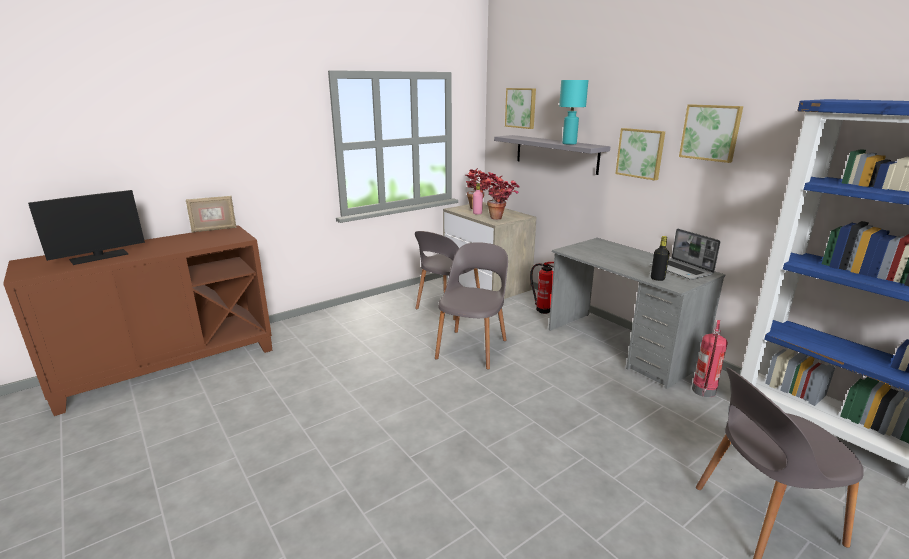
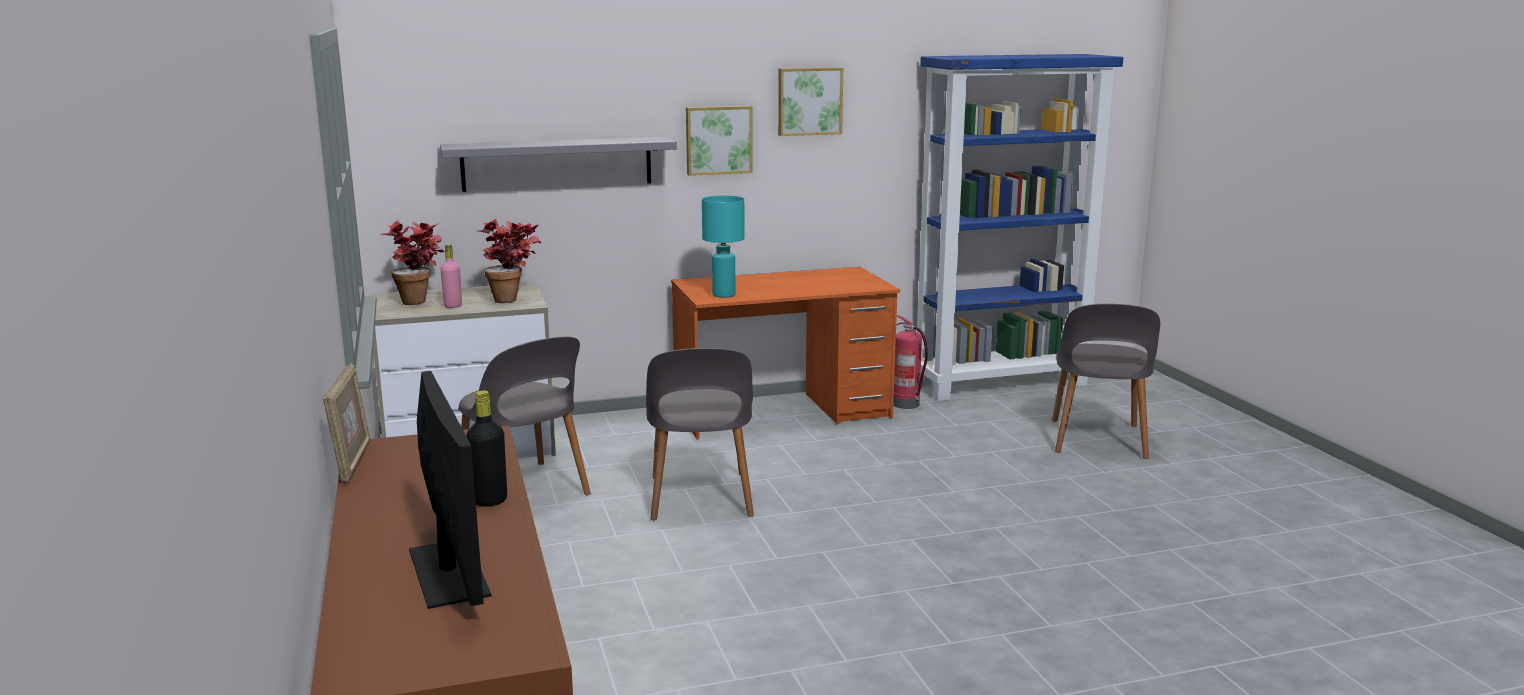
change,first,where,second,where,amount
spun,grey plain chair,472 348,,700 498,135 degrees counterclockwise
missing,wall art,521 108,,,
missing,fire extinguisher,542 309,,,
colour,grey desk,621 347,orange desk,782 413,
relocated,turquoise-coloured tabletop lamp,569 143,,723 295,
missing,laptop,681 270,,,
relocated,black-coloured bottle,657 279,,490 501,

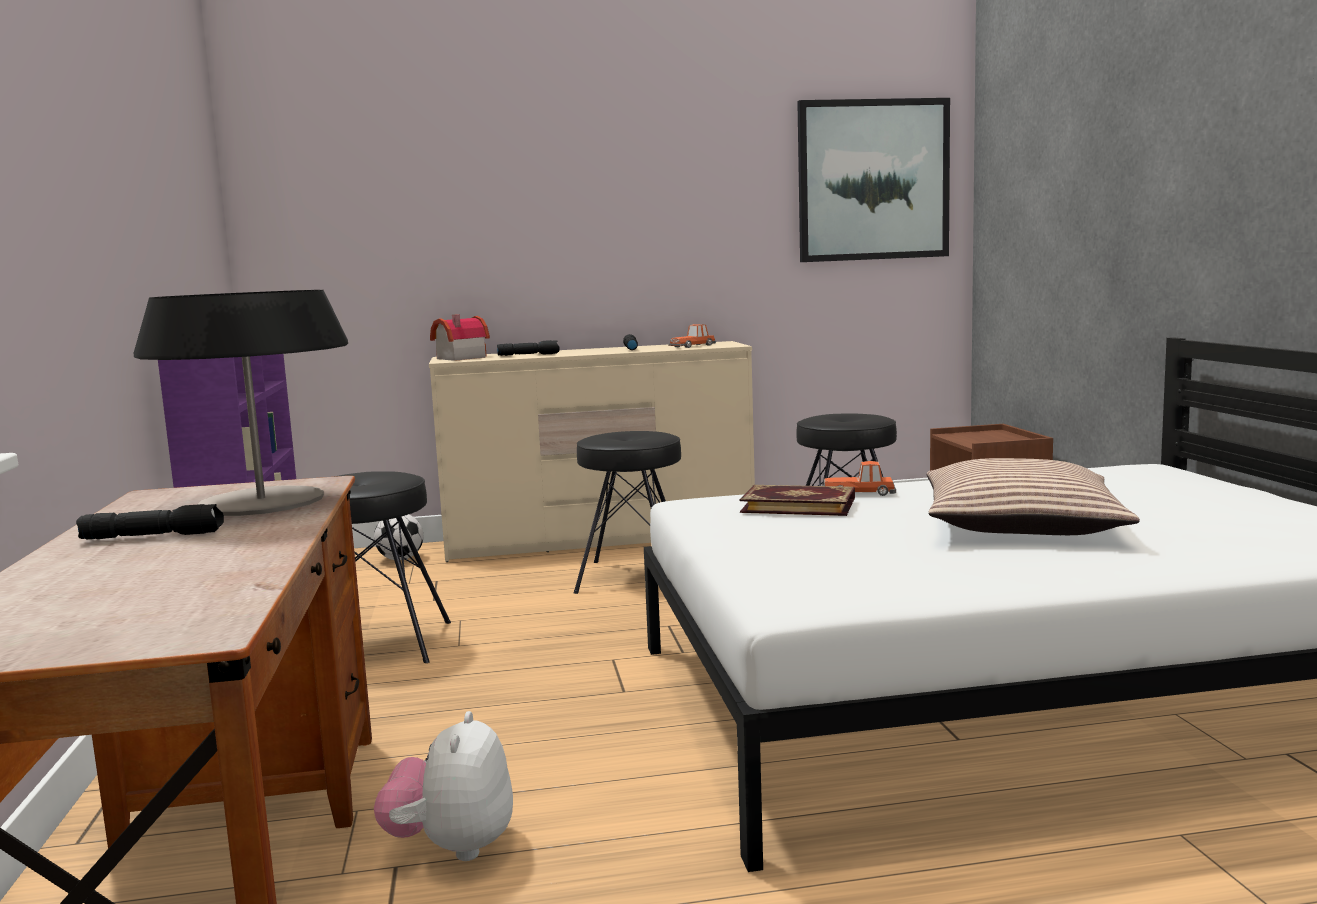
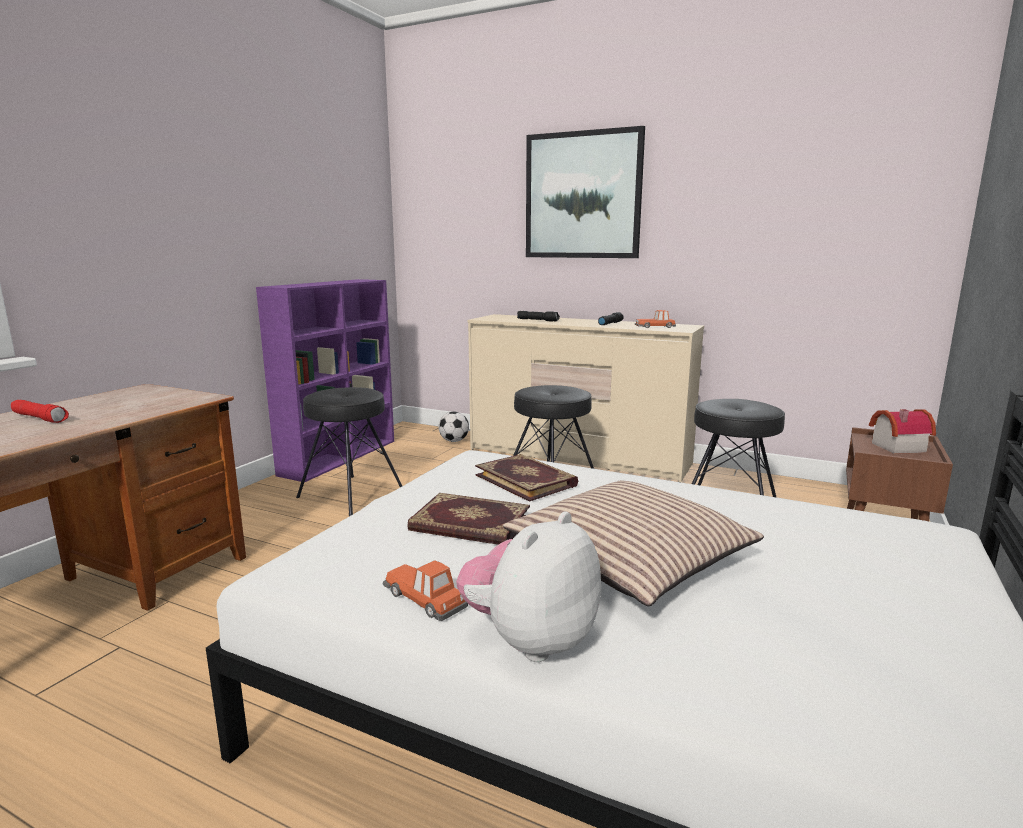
change,first,where,second,where,amount
colour,black-coloured flashlight,154 536,red flashlight,41 418,
missing,tabletop lamp,262 501,,,
relocated,soft toy,452 847,,530 640,
relocated,toy house,458 358,,895 446,
relocated,wall art,873 180,,582 196,
relocated,miniature car,859 493,,425 599,
appeared,,,bound book,469 525,

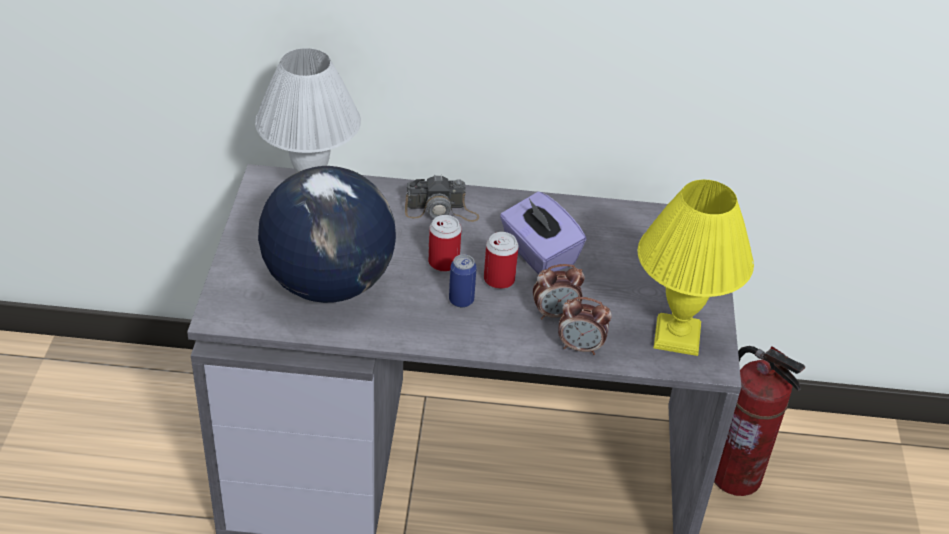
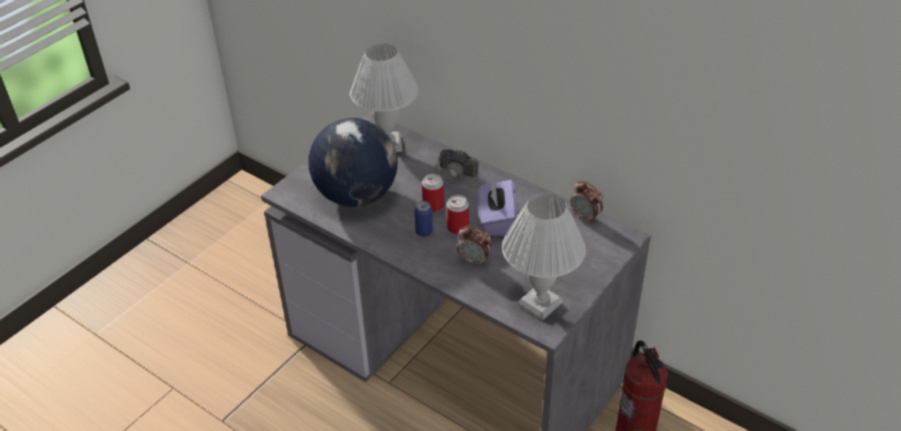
change,first,where,second,where,amount
relocated,table clock,580 347,,585 216,
colour,yellow tabletop lamp,678 337,white-coloured tabletop lamp,540 304,

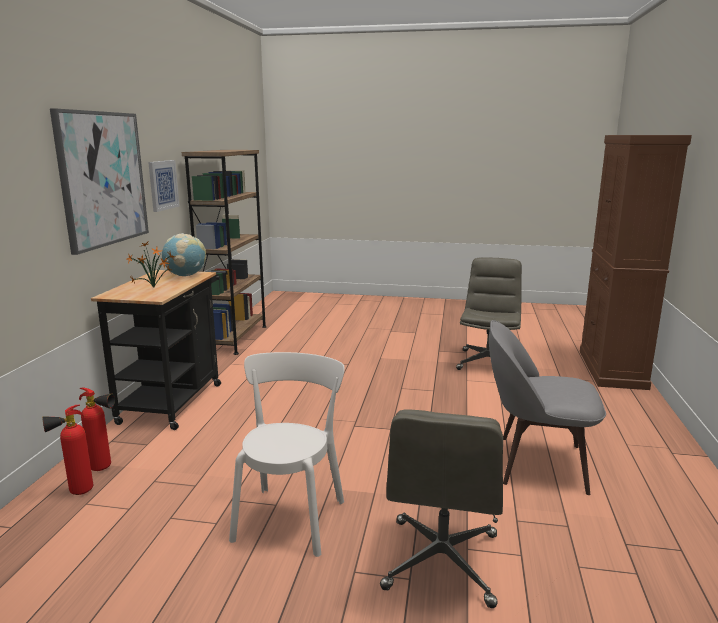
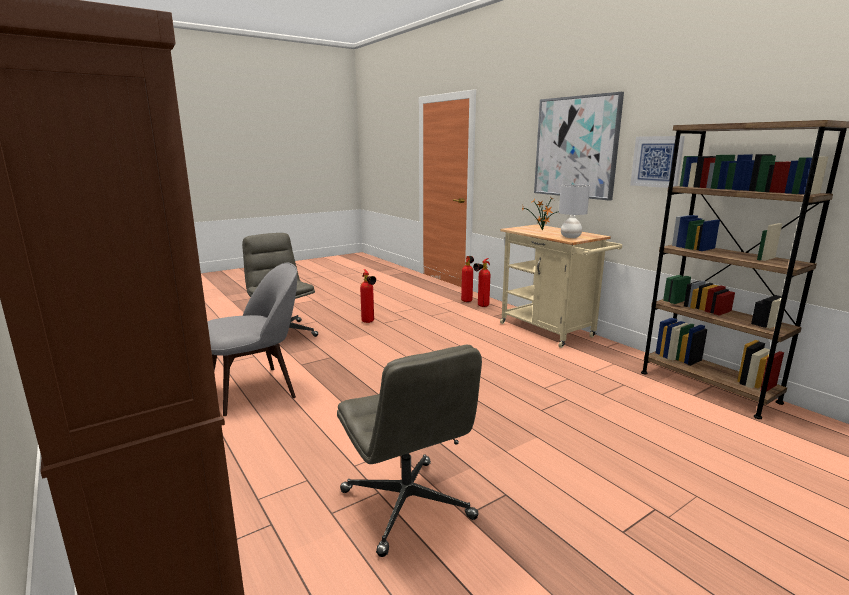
change,first,where,second,where,amount
colour,black-coloured wheeled cart,174 400,beige wheeled cart,551 332,
exchanged,world globe,185 275,grey tabletop lamp,570 237,
exchanged,white-coloured plain chair,291 516,fire extinguisher,369 322,

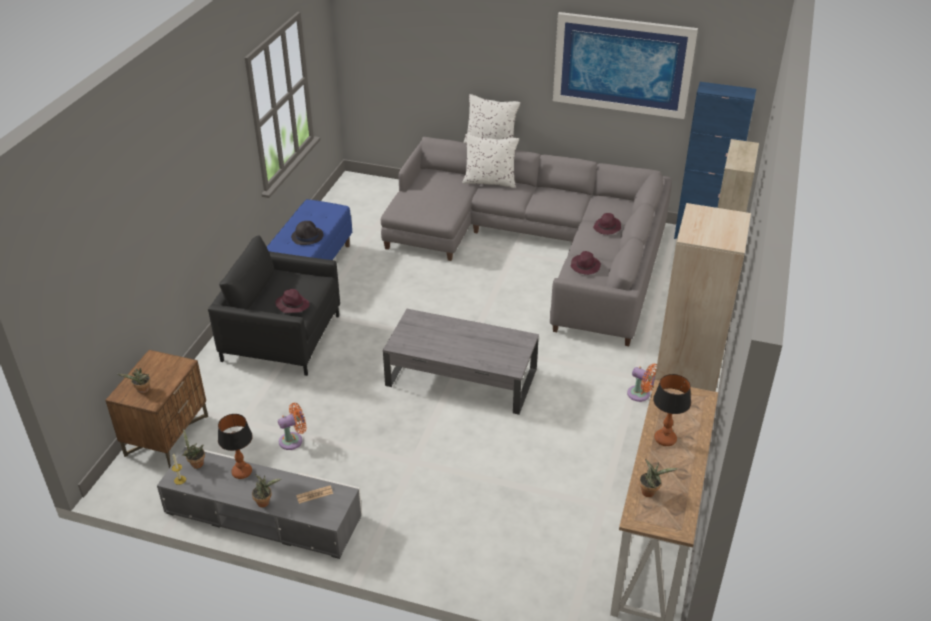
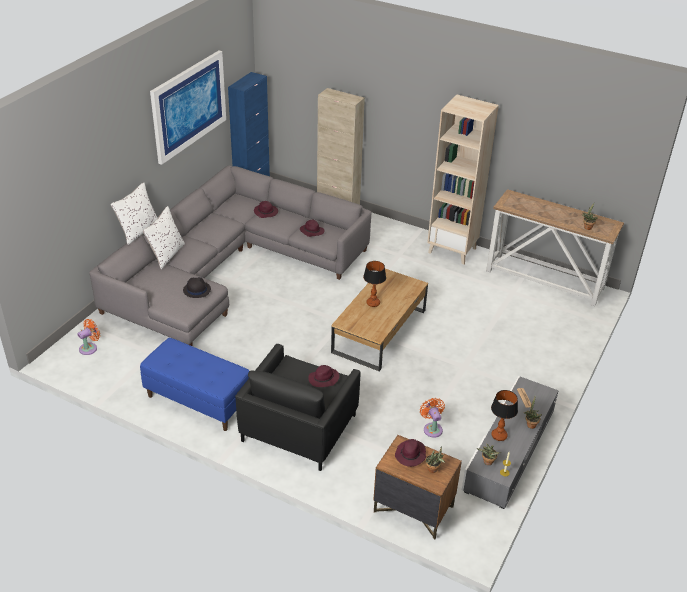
change,first,where,second,where,amount
relocated,black-coloured hat,307 236,,196 290,
colour,grey lounge table,462 377,brownish lounge table,379 330,
relocated,orange fan,640 395,,90 348,
relocated,tabletop lamp,665 439,,372 303,
appeared,,,purple-coloured hat,410 455,

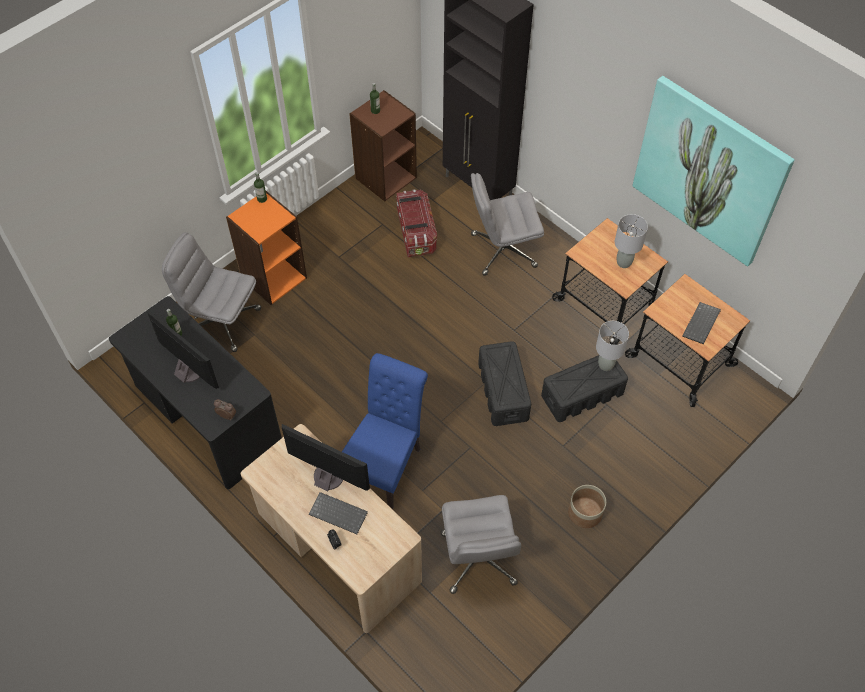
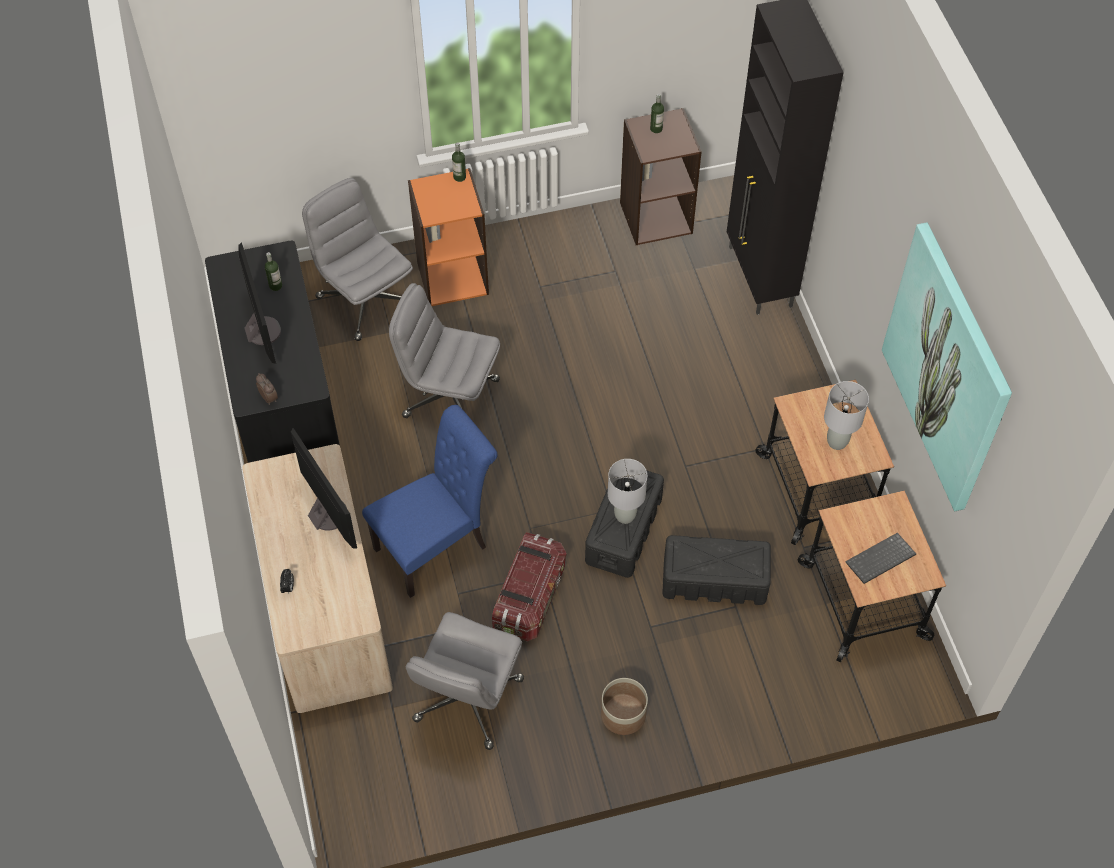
change,first,where,second,where,amount
missing,computer keyboard,339 513,,,
relocated,storage box,416 232,,530 597,
relocated,grey desk chair,502 251,,449 398,
relocated,grey tabletop lamp,605 365,,624 516,

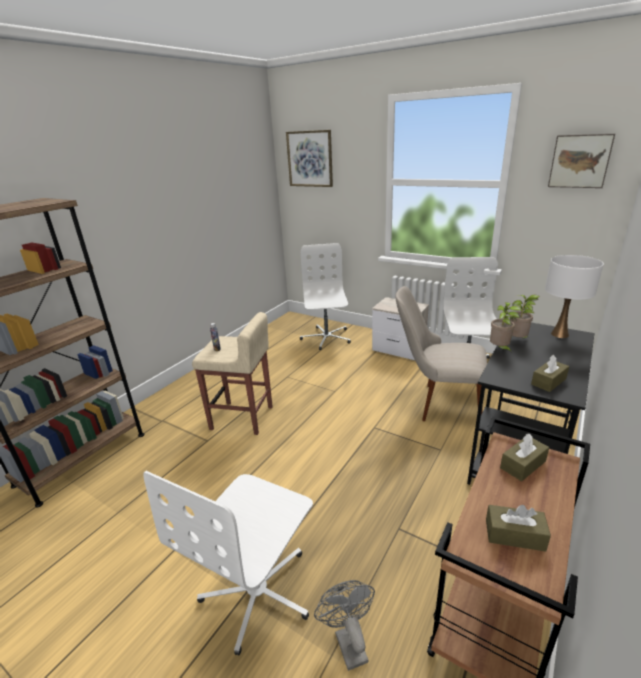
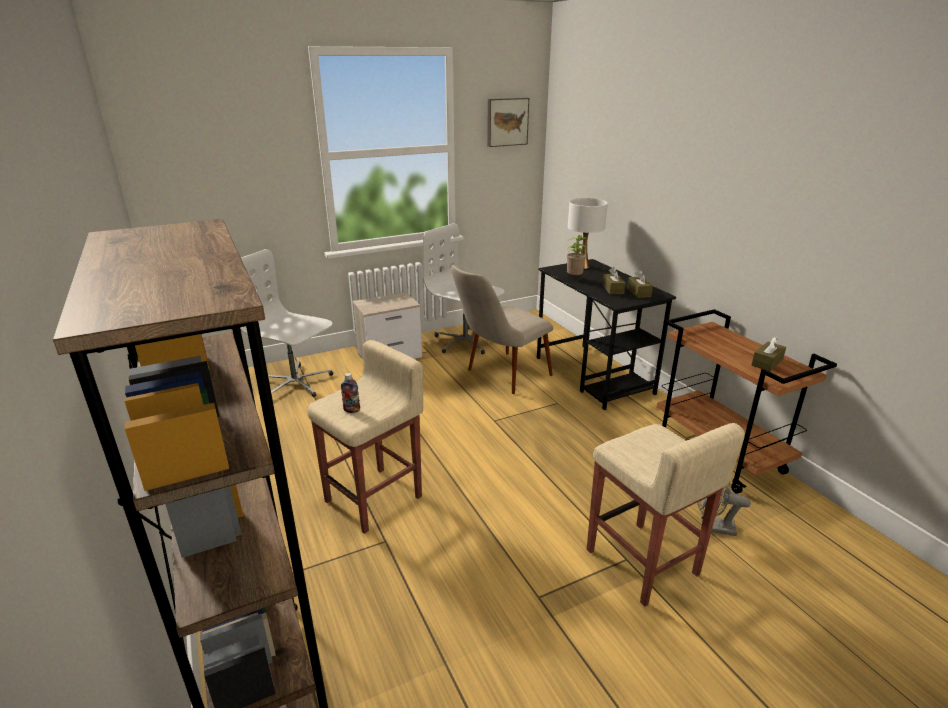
change,first,where,second,where,amount
exchanged,white-coloured desk chair,258 591,beige stool,642 563,
missing,wall art,310 159,,,
missing,plant in a pot,500 349,,,
relocated,brownish tissue box,523 464,,613 289,

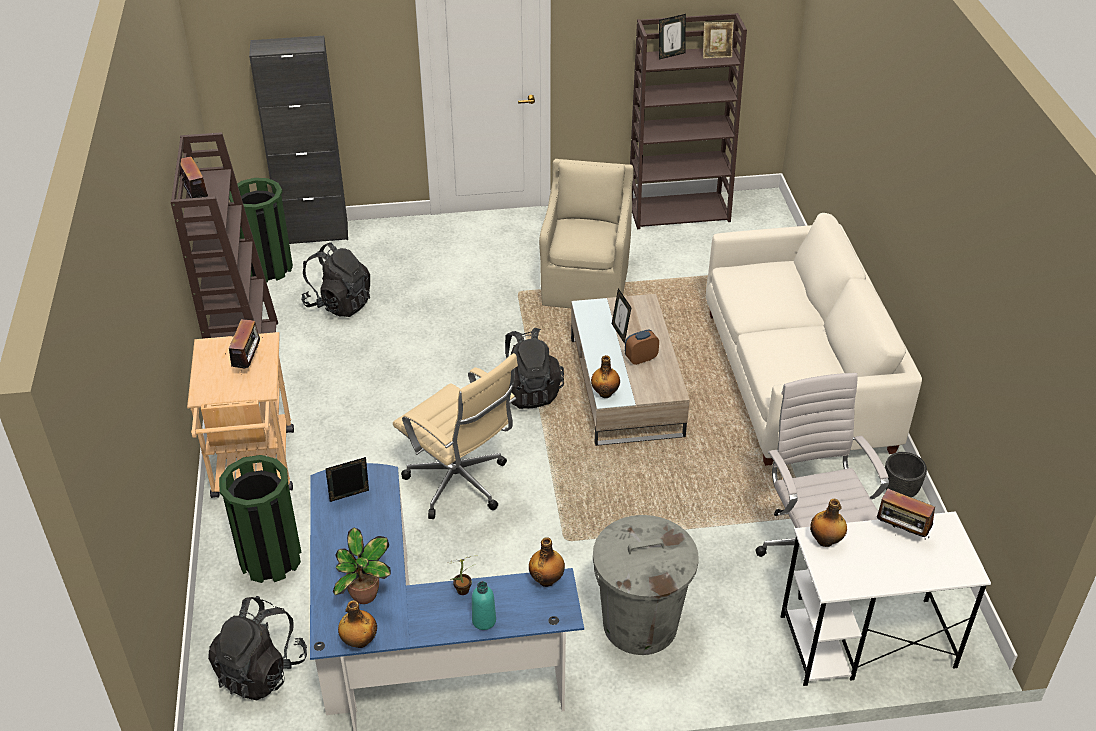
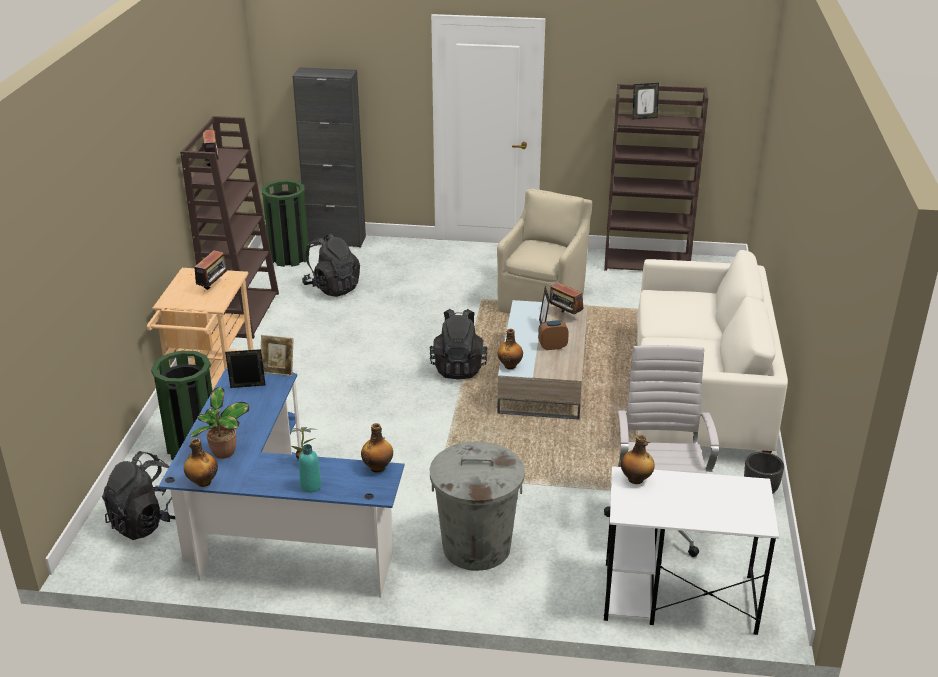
change,first,where,second,where,amount
missing,beige desk chair,460 485,,,
relocated,photo frame,716 55,,278 371,
relocated,radio set,901 532,,565 315,

